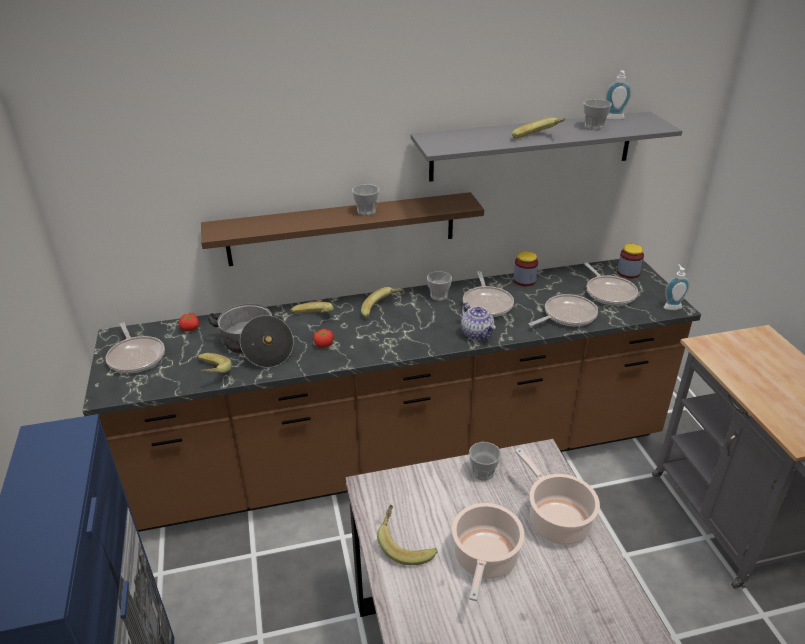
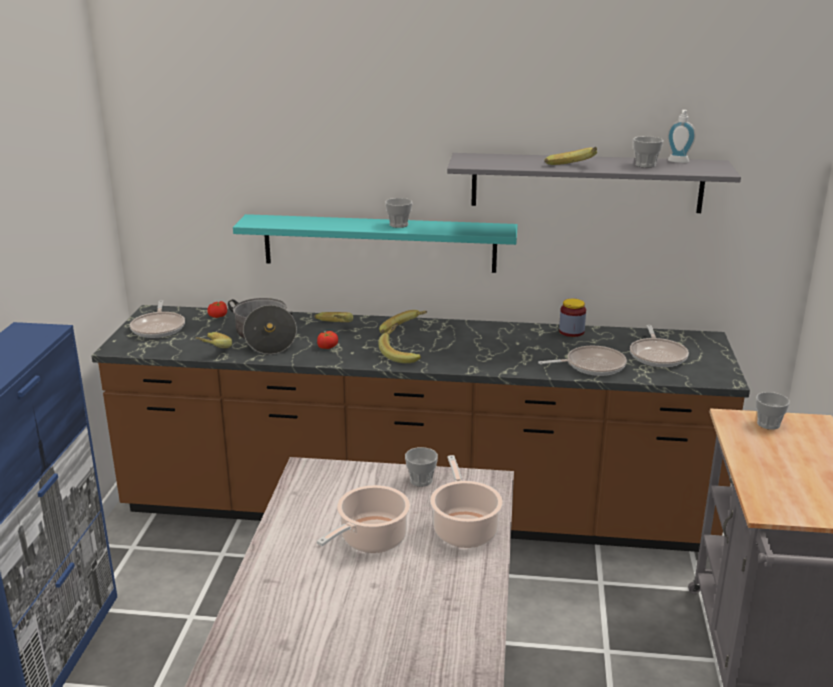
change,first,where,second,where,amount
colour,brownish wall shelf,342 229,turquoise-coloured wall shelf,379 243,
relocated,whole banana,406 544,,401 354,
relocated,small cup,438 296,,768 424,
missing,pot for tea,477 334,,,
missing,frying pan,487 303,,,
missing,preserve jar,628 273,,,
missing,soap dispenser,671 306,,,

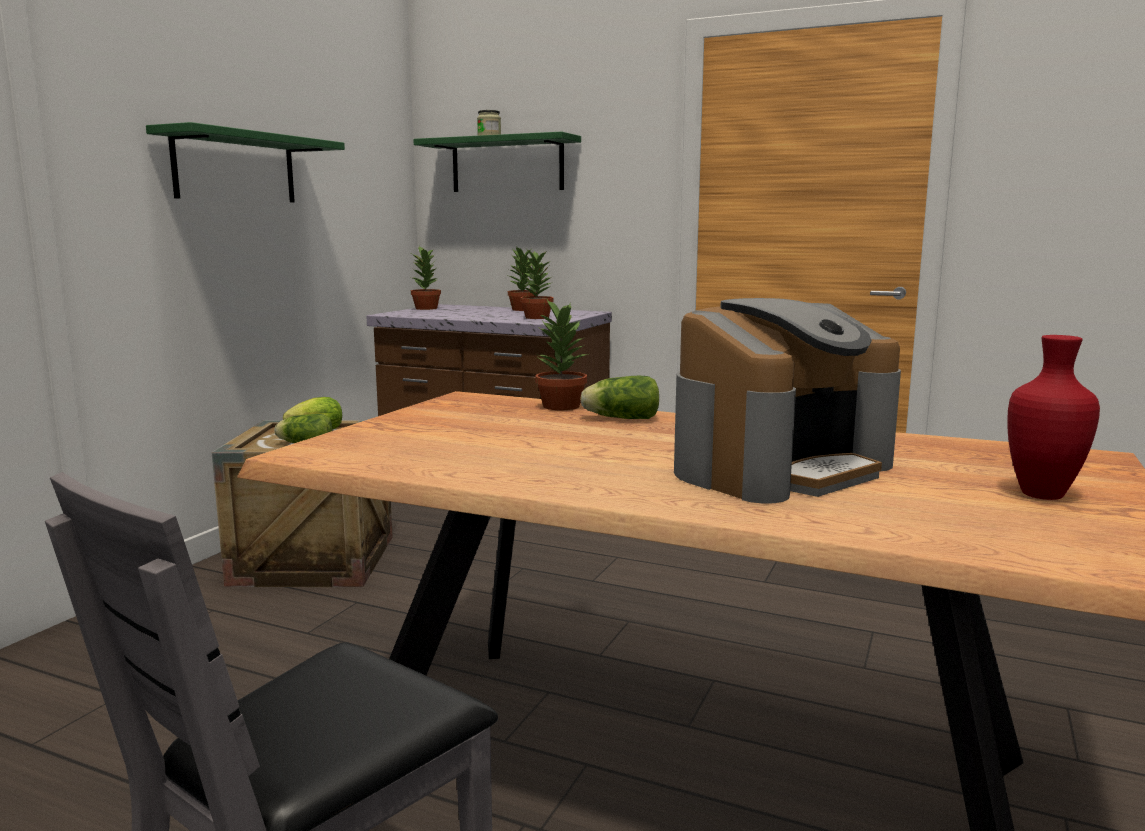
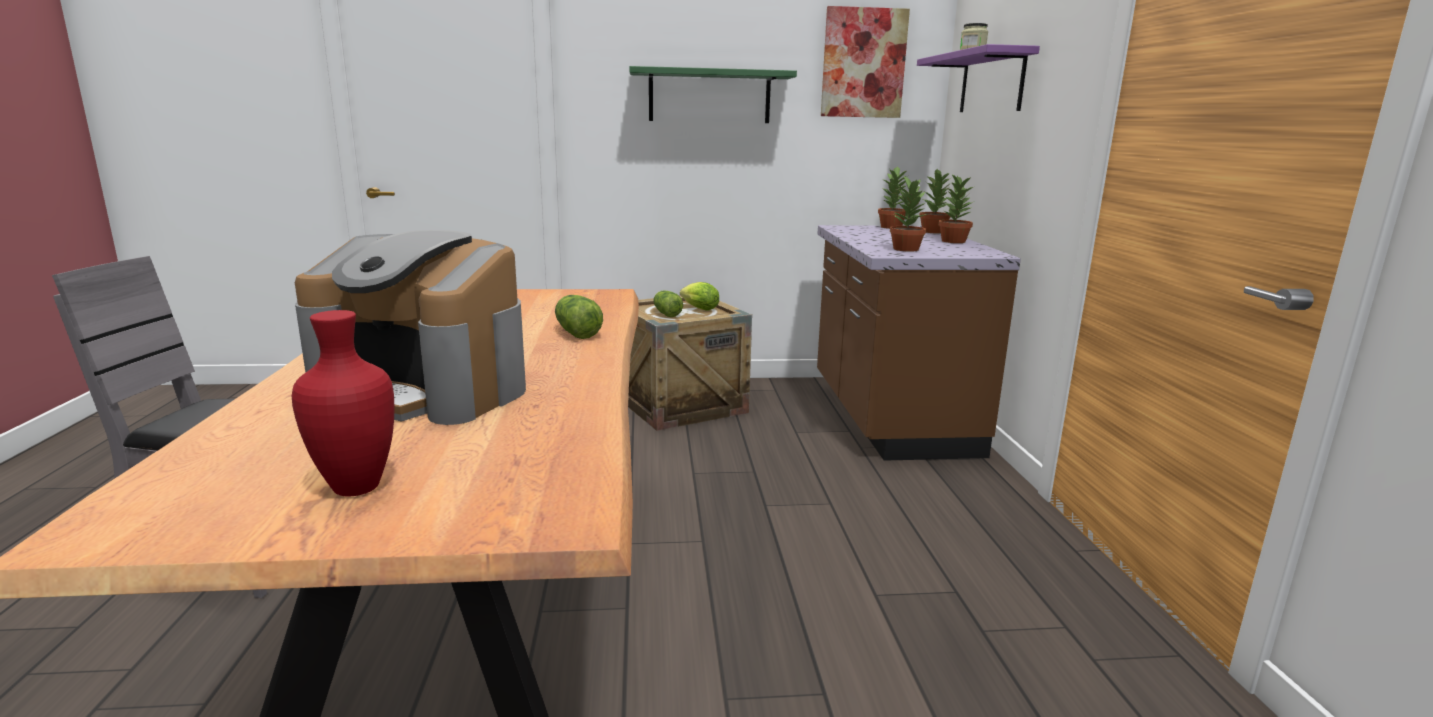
change,first,where,second,where,amount
colour,green wall shelf,507 165,purple-coloured wall shelf,991 83,
relocated,plant in a pot,561 406,,933 231,
appeared,,,wall art,863 63,

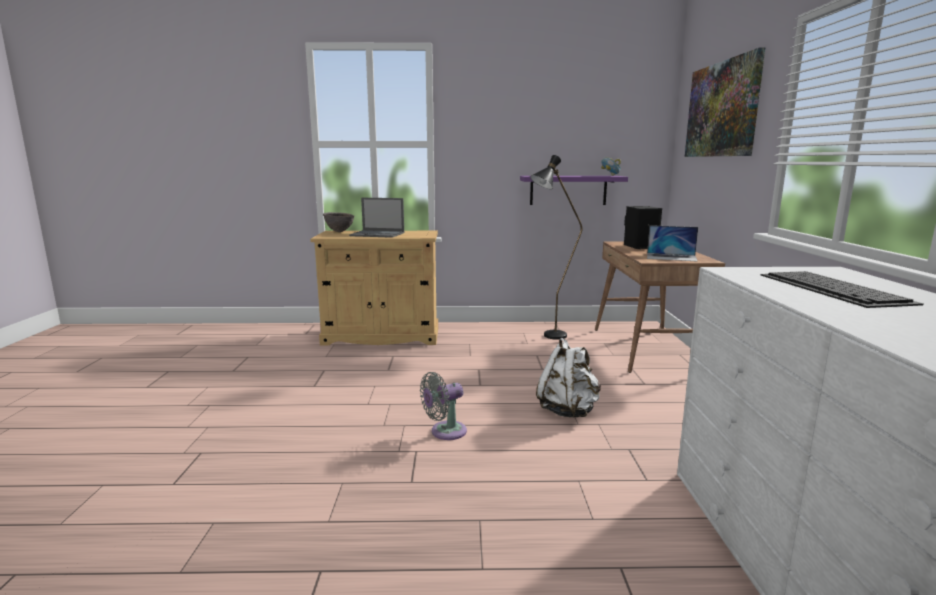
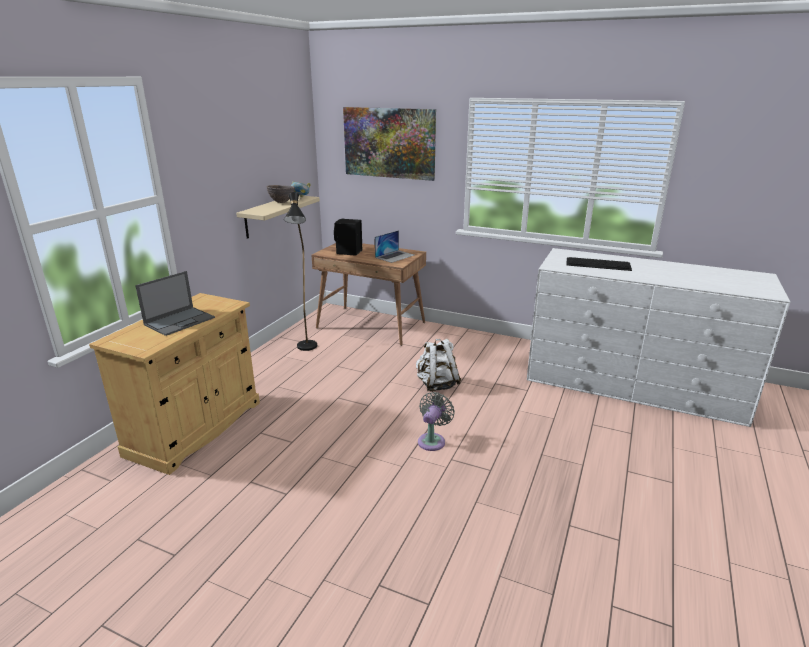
change,first,where,second,where,amount
relocated,brownish bowl,339 231,,282 202,
spun,grey fan,445 432,,432 440,150 degrees counterclockwise
colour,purple-coloured wall shelf,568 190,beige wall shelf,268 216,

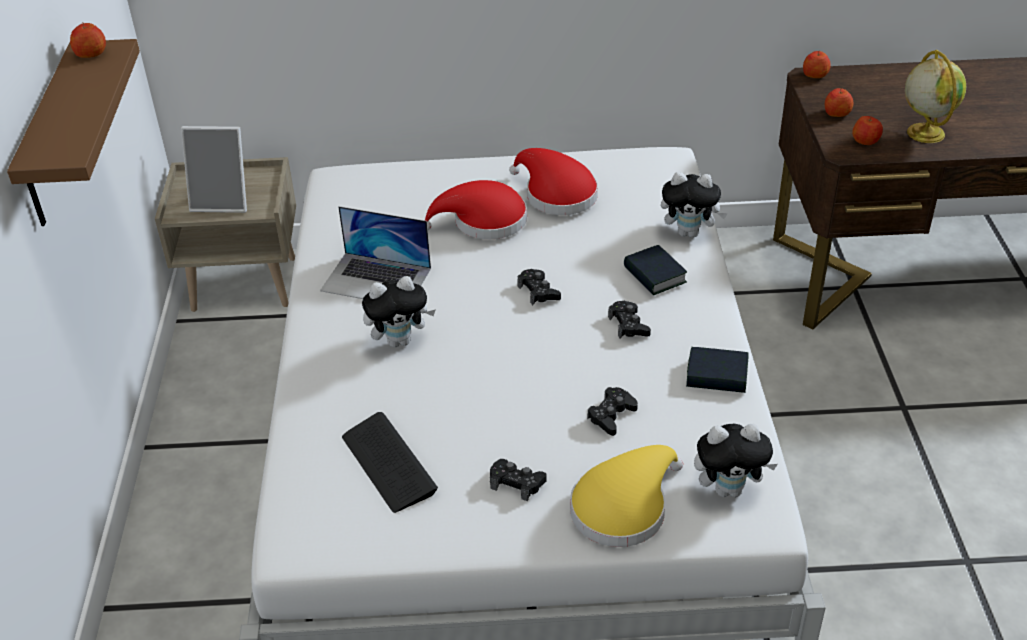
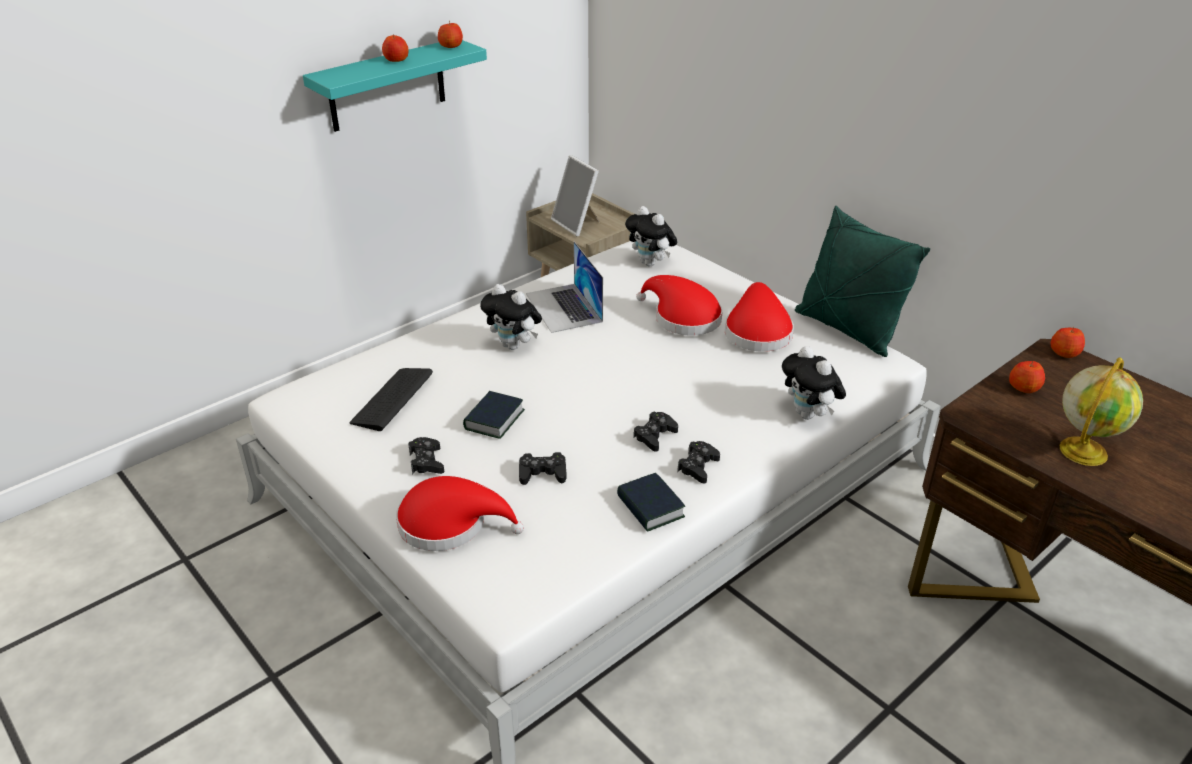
change,first,where,second,where,amount
colour,brownish wall shelf,52 138,turquoise-coloured wall shelf,387 85,
relocated,black-coloured game controller,538 292,,698 466,
colour,yellow hat,623 507,red hat,450 523,
relocated,bound book,654 275,,494 420,
relocated,soft toy,729 489,,651 263,
relocated,whole apple,865 141,,396 60,
appeared,,,green throw pillow,847 329,

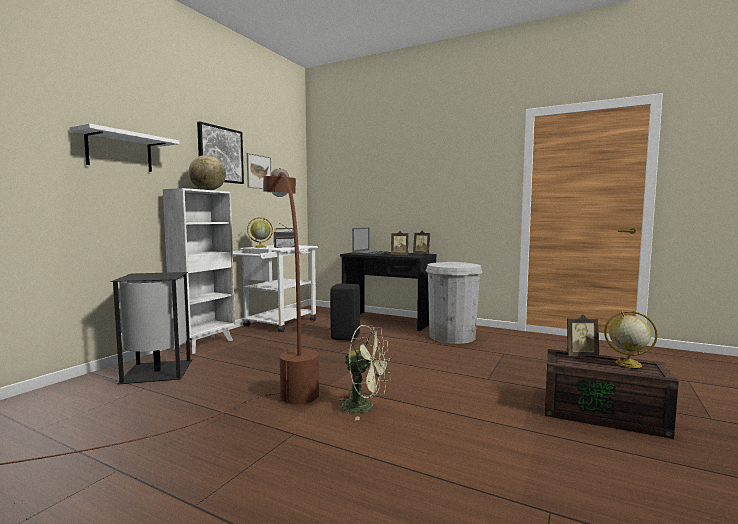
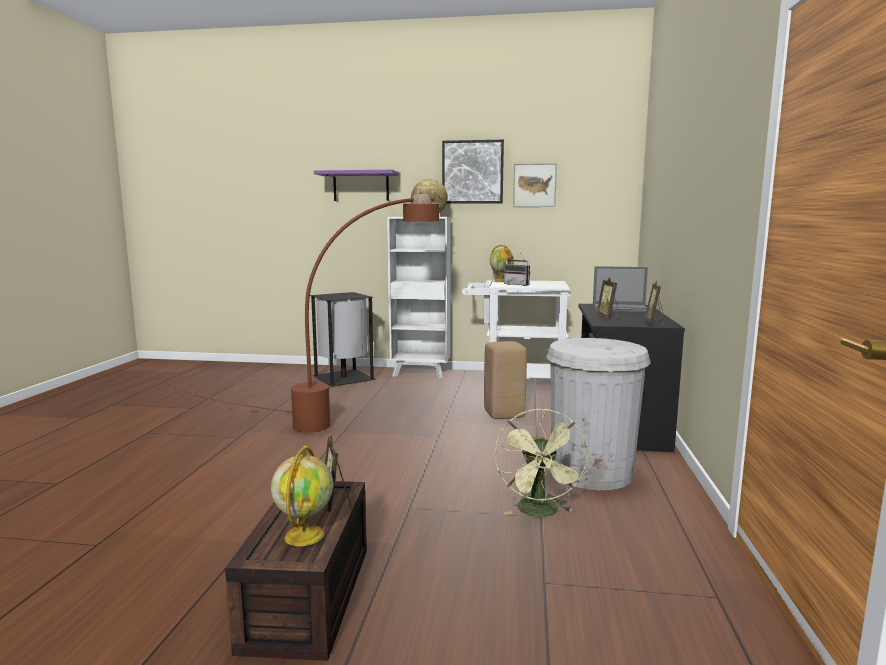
change,first,where,second,where,amount
colour,white-coloured wall shelf,119 152,purple-coloured wall shelf,361 186,
colour,black-coloured stool,345 337,beige stool,503 414,
relocated,green fan,365 407,,540 513,

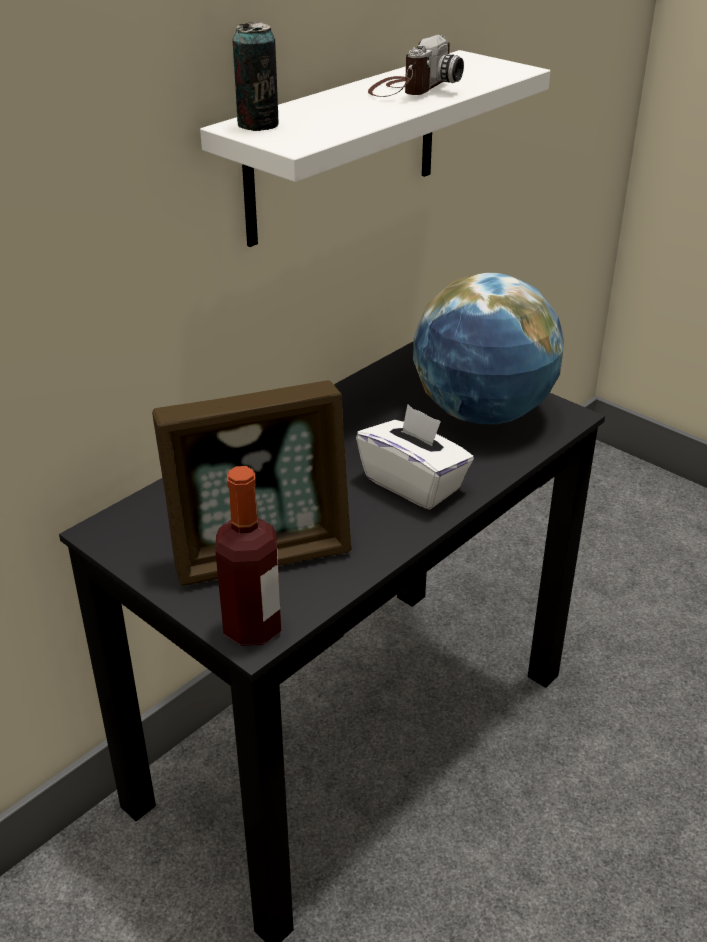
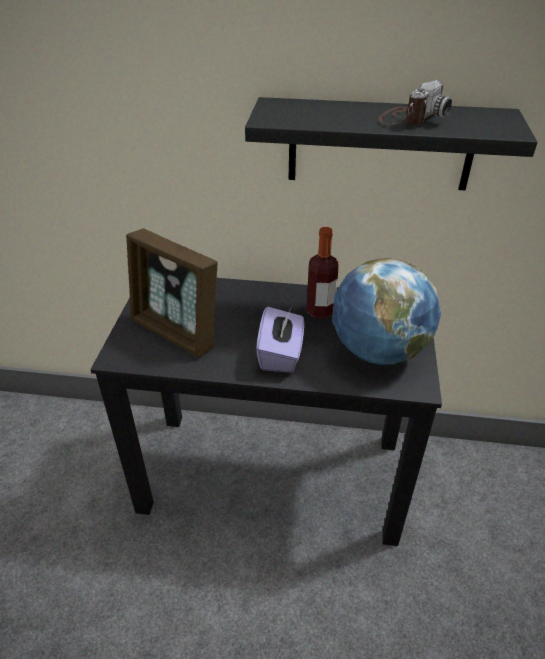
change,first,where,second,where,amount
colour,white-coloured wall shelf,343 147,black-coloured wall shelf,380 145,
relocated,bottle,252 628,,320 311,
missing,metal can,258 125,,,
colour,white-coloured tissue box,413 484,purple-coloured tissue box,281 354,
spun,photo camera,411 88,,410 118,45 degrees counterclockwise

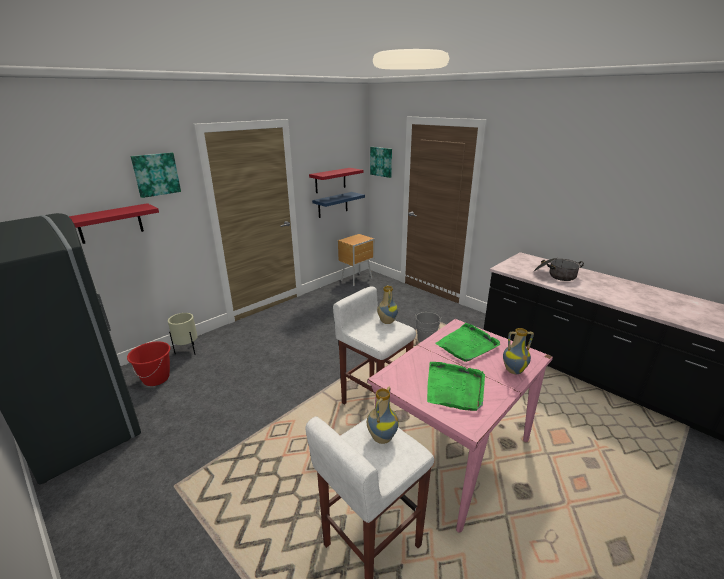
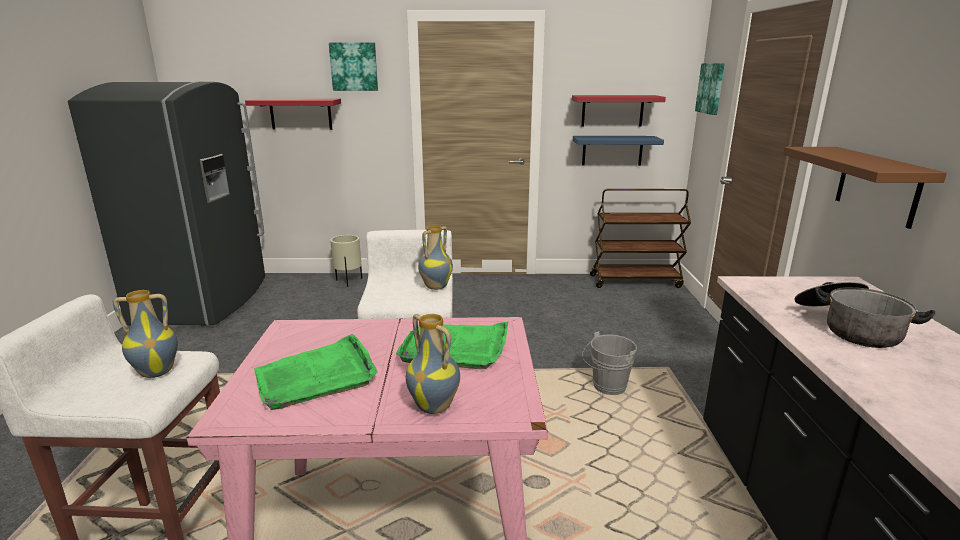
change,first,where,second,where,amount
missing,red water bucket,156 378,,,
exchanged,brownish night table,357 279,brownish wheeled cart,635 281,
appeared,,,brownish wall shelf,877 186,

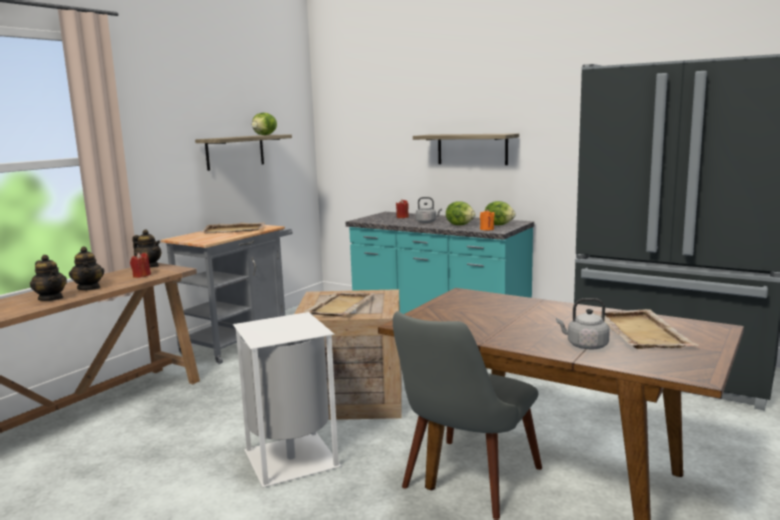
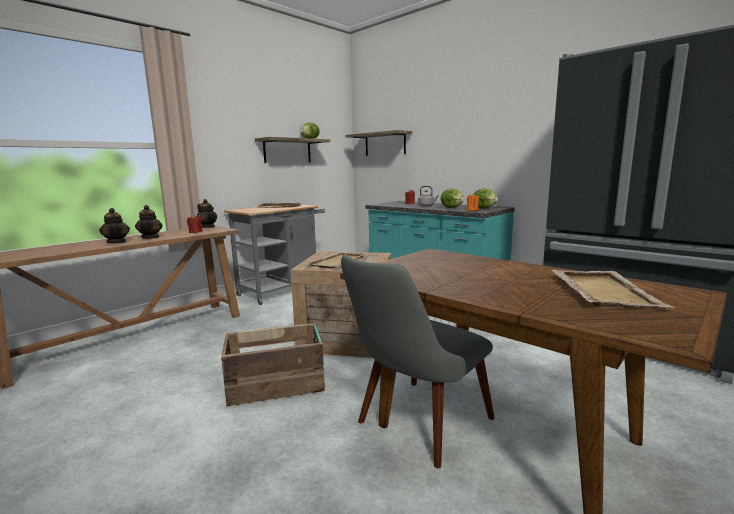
change,first,where,second,where,amount
exchanged,white-coloured waste bin,293 459,crate,277 384,
relocated,wall shelf,472 149,,385 144,
missing,grey tea kettle,585 346,,,

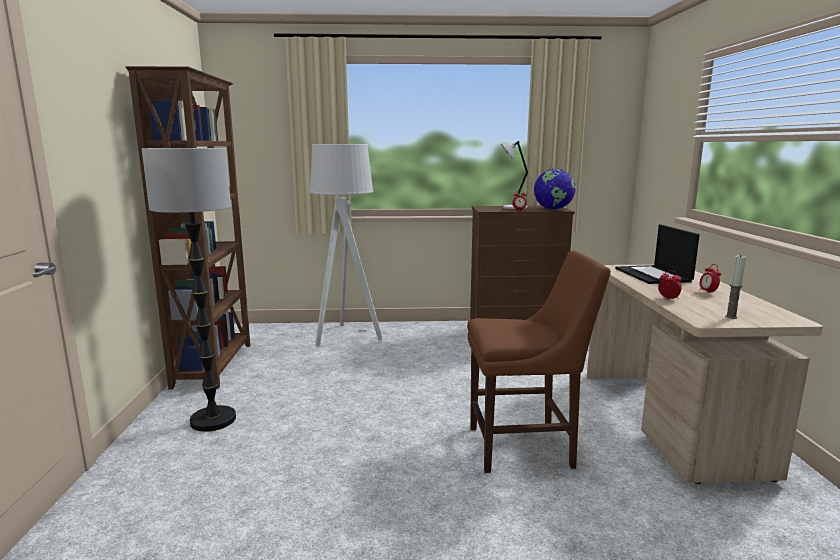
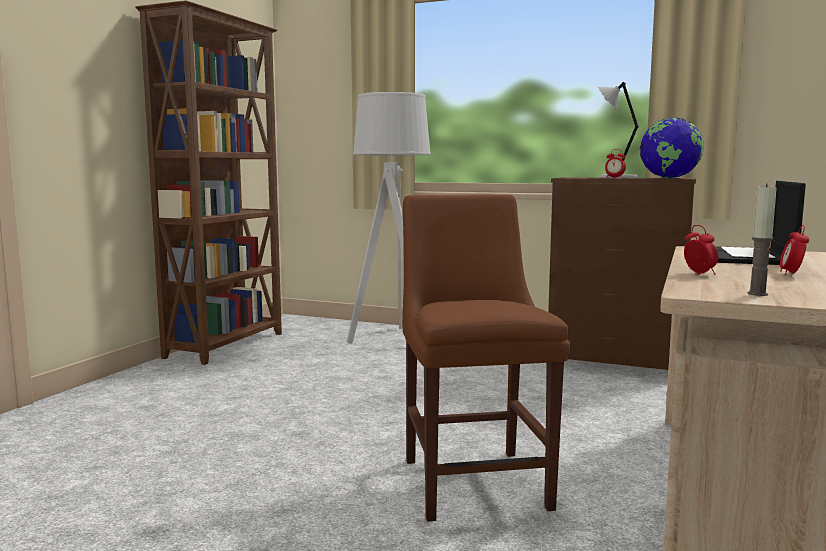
change,first,where,second,where,amount
missing,standard lamp,213 420,,,
spun,brownish plain chair,526 447,,474 479,120 degrees counterclockwise

